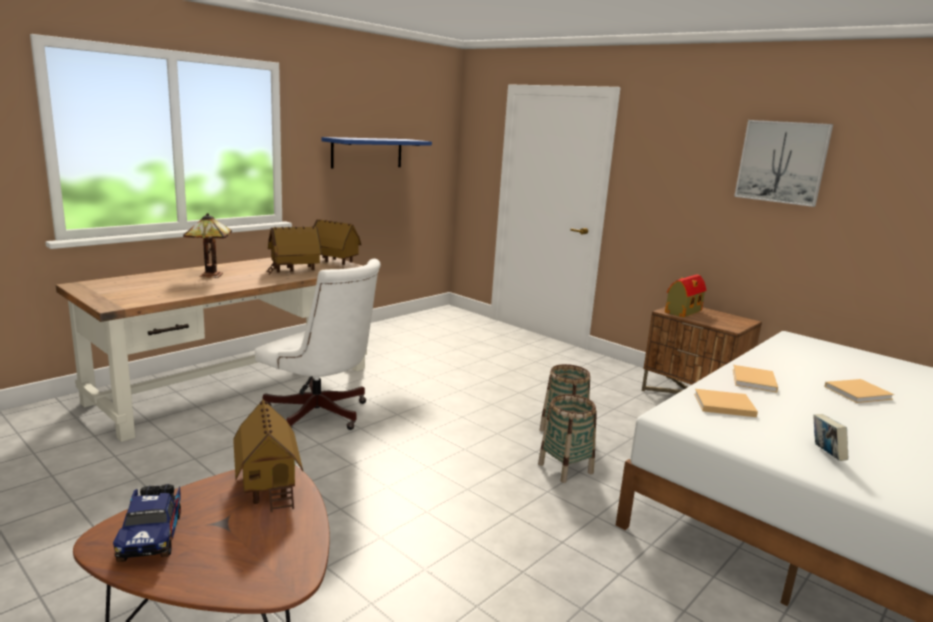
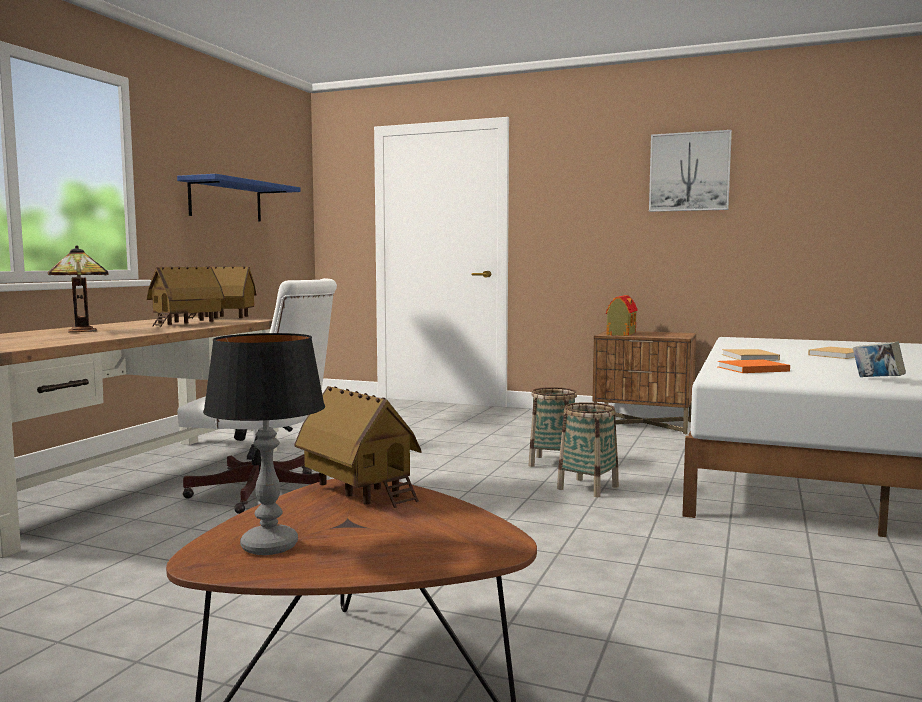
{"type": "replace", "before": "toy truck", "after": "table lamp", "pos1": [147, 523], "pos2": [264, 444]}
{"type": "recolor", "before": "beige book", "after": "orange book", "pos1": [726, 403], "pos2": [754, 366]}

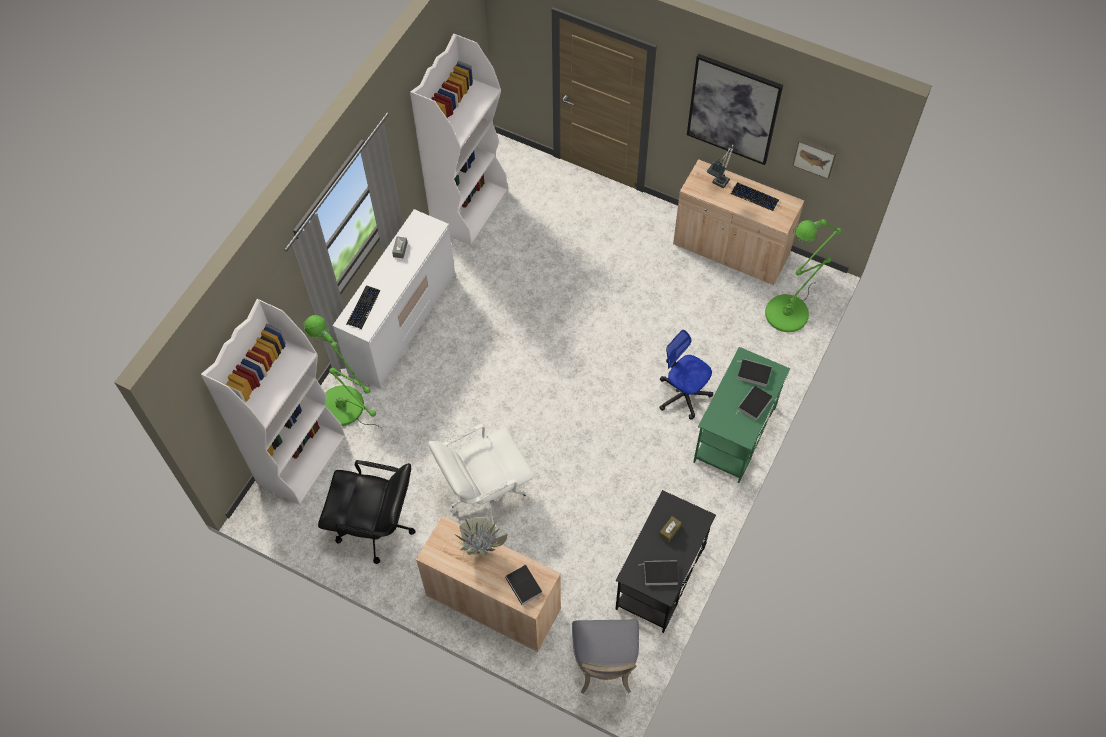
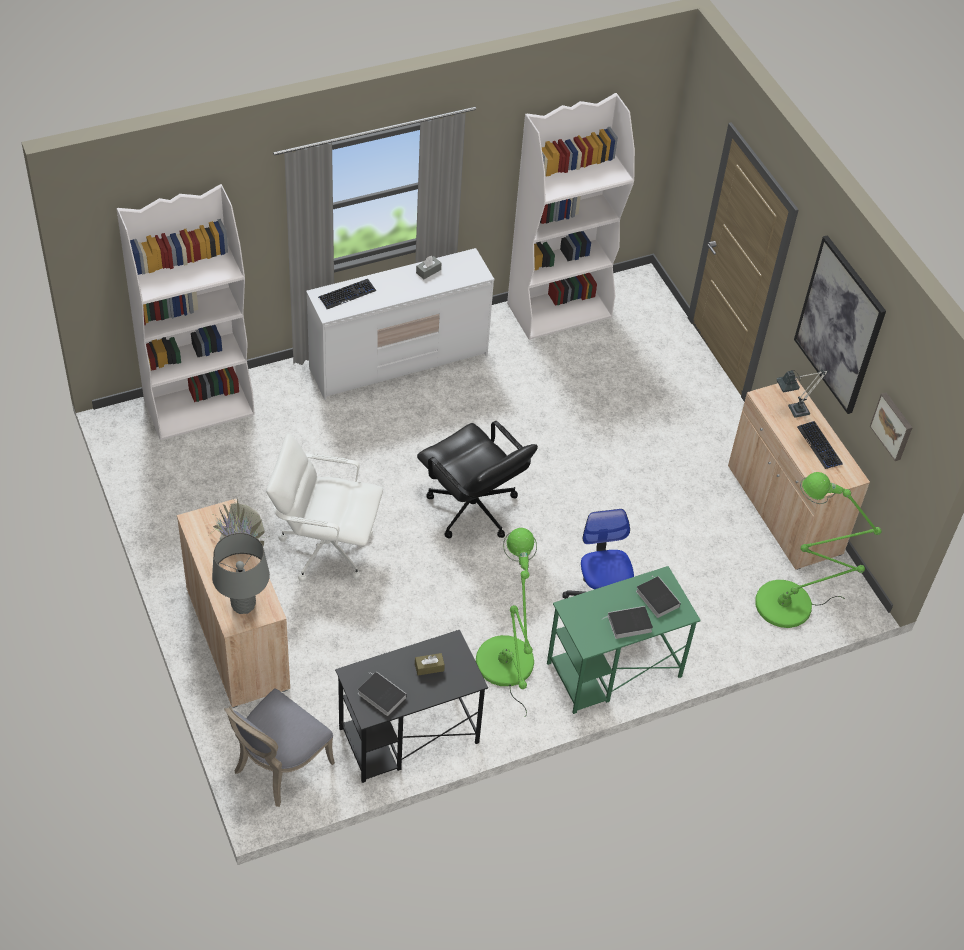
{"type": "move", "before": "green floor lamp", "pos1": [342, 372], "pos2": [506, 622]}
{"type": "move", "before": "black office chair", "pos1": [367, 512], "pos2": [477, 480]}
{"type": "replace", "before": "book", "after": "grey table lamp", "pos1": [523, 587], "pos2": [241, 573]}

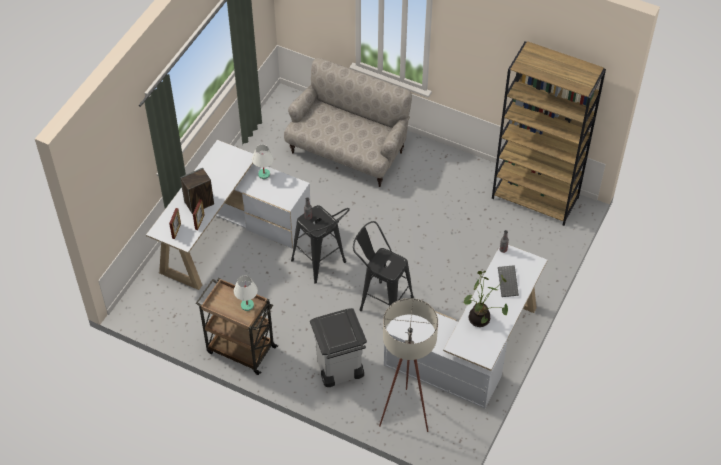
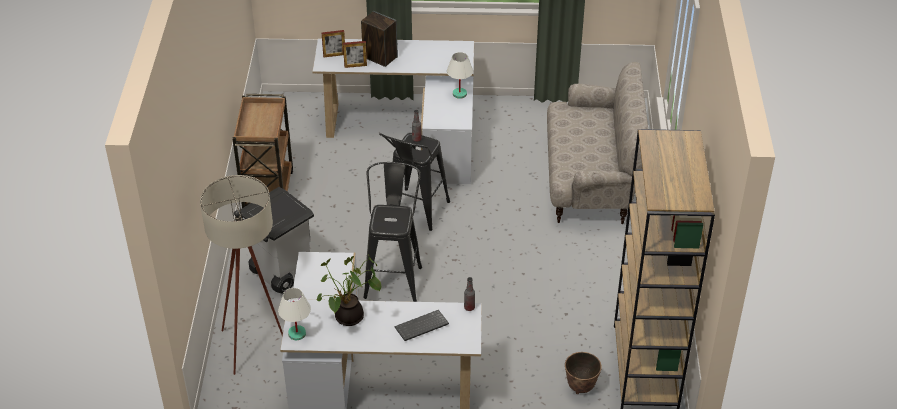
{"type": "insert", "after": "planter", "pos2": [583, 373]}
{"type": "move", "before": "white table lamp", "pos1": [246, 293], "pos2": [294, 314]}

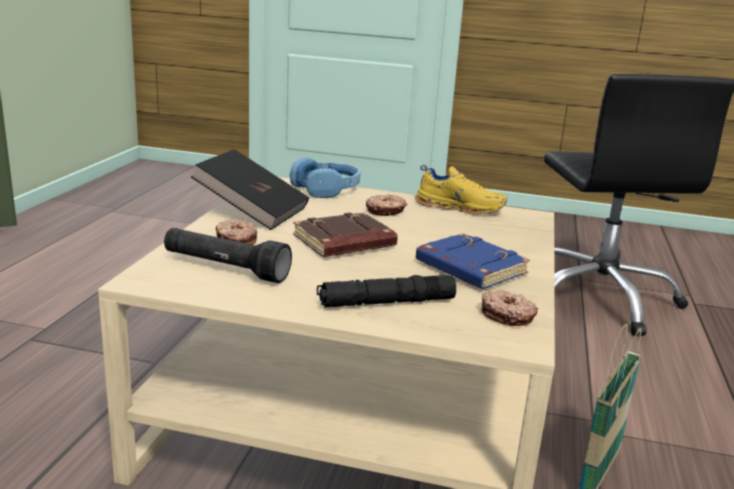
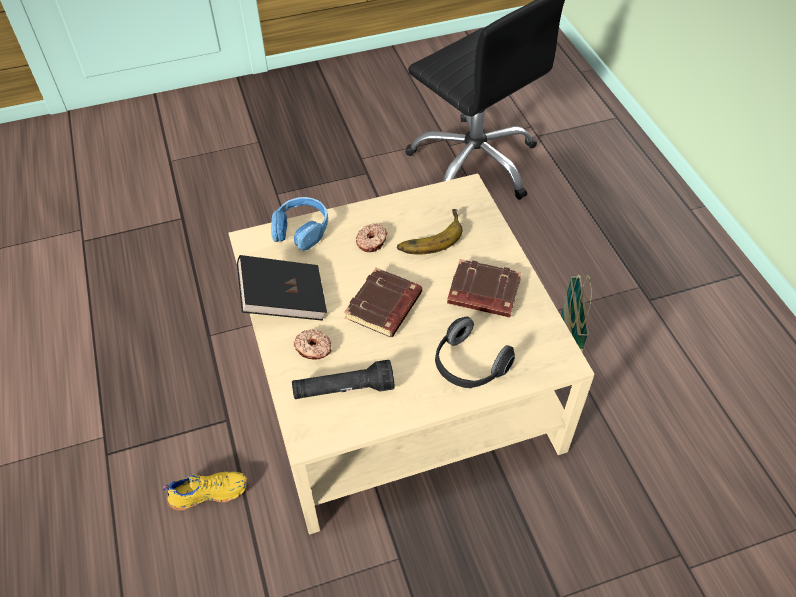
{"type": "delete", "before": "donut", "pos1": [509, 308]}
{"type": "insert", "after": "banana", "pos2": [430, 231]}
{"type": "move", "before": "yellow shoe", "pos1": [461, 190], "pos2": [205, 491]}
{"type": "replace", "before": "black flashlight", "after": "headphones", "pos1": [386, 291], "pos2": [475, 352]}
{"type": "recolor", "before": "blue book", "after": "brown book", "pos1": [473, 261], "pos2": [484, 288]}

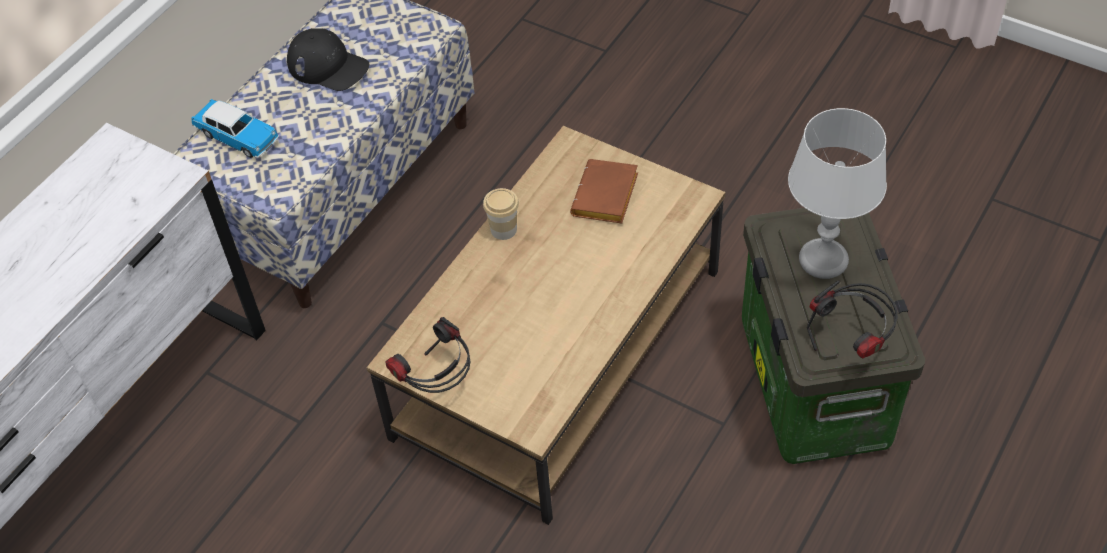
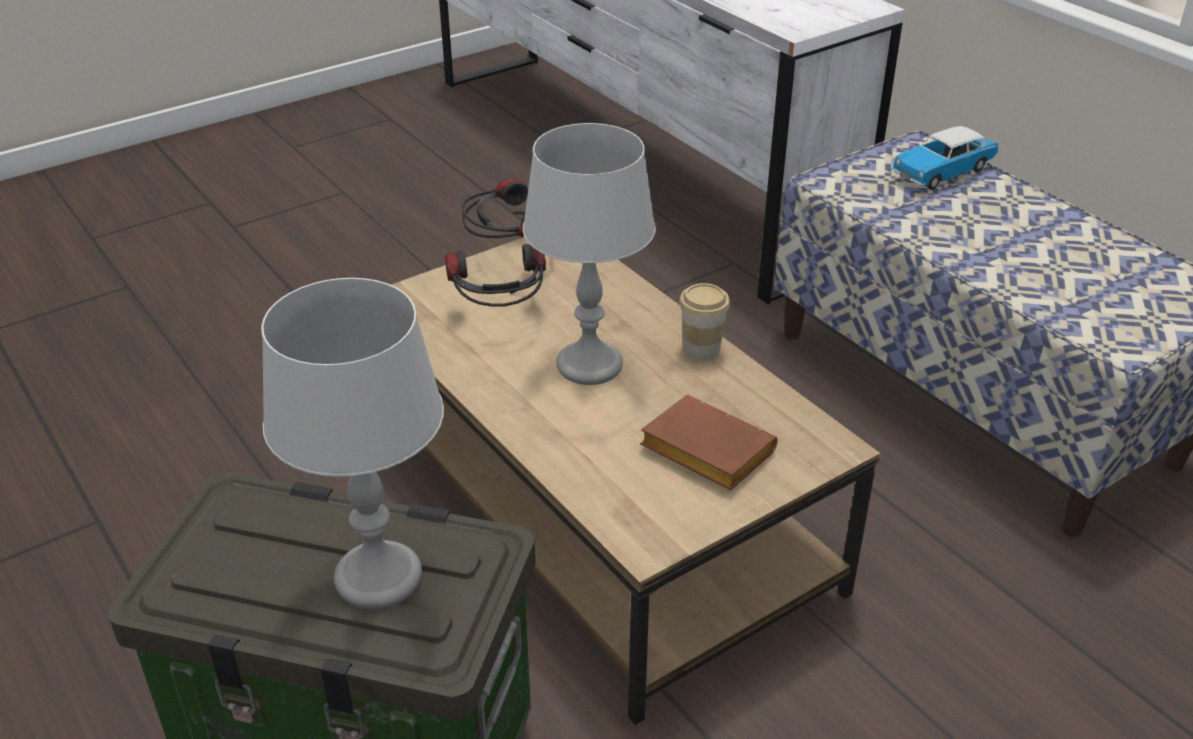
{"type": "delete", "before": "black cap", "pos1": [328, 59]}
{"type": "insert", "after": "grey table lamp", "pos2": [589, 254]}
{"type": "move", "before": "headphones", "pos1": [852, 319], "pos2": [495, 275]}

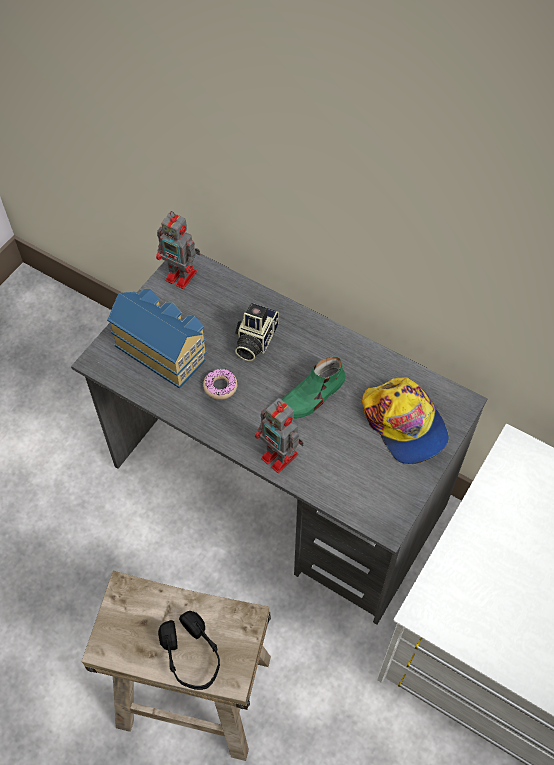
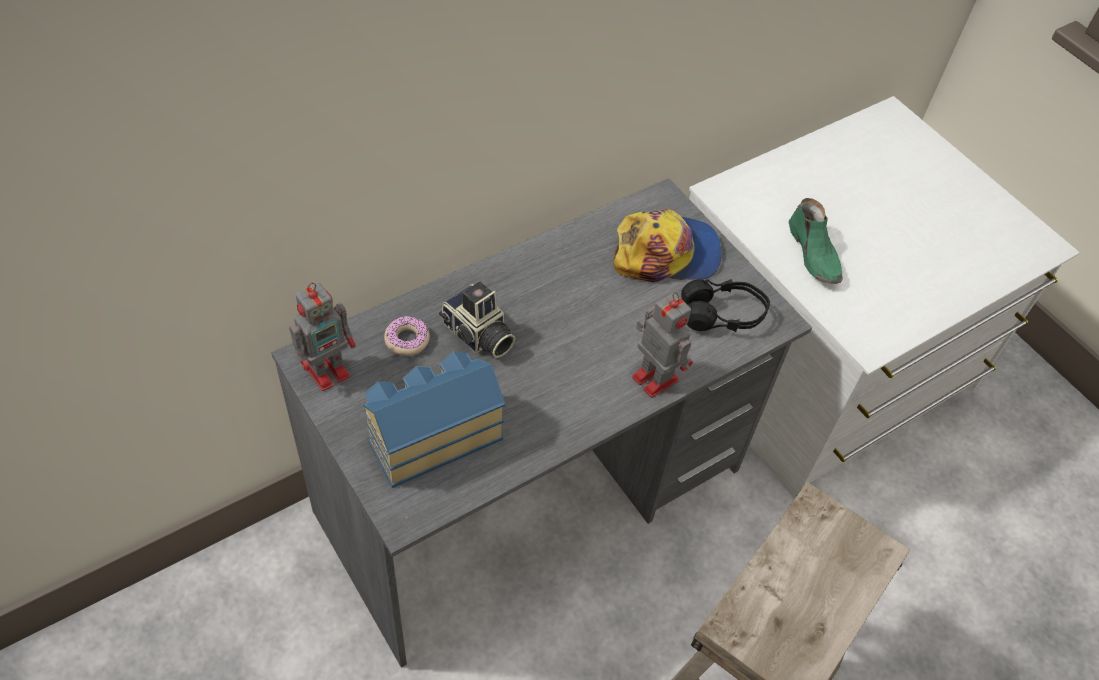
{"type": "move", "before": "black headphones", "pos1": [189, 650], "pos2": [725, 305]}
{"type": "move", "before": "donut", "pos1": [220, 384], "pos2": [407, 336]}
{"type": "move", "before": "green shoe", "pos1": [313, 388], "pos2": [816, 241]}
{"type": "rotate", "before": "toy robot", "pos1": [279, 435], "pos2": [662, 345], "turn": -105}

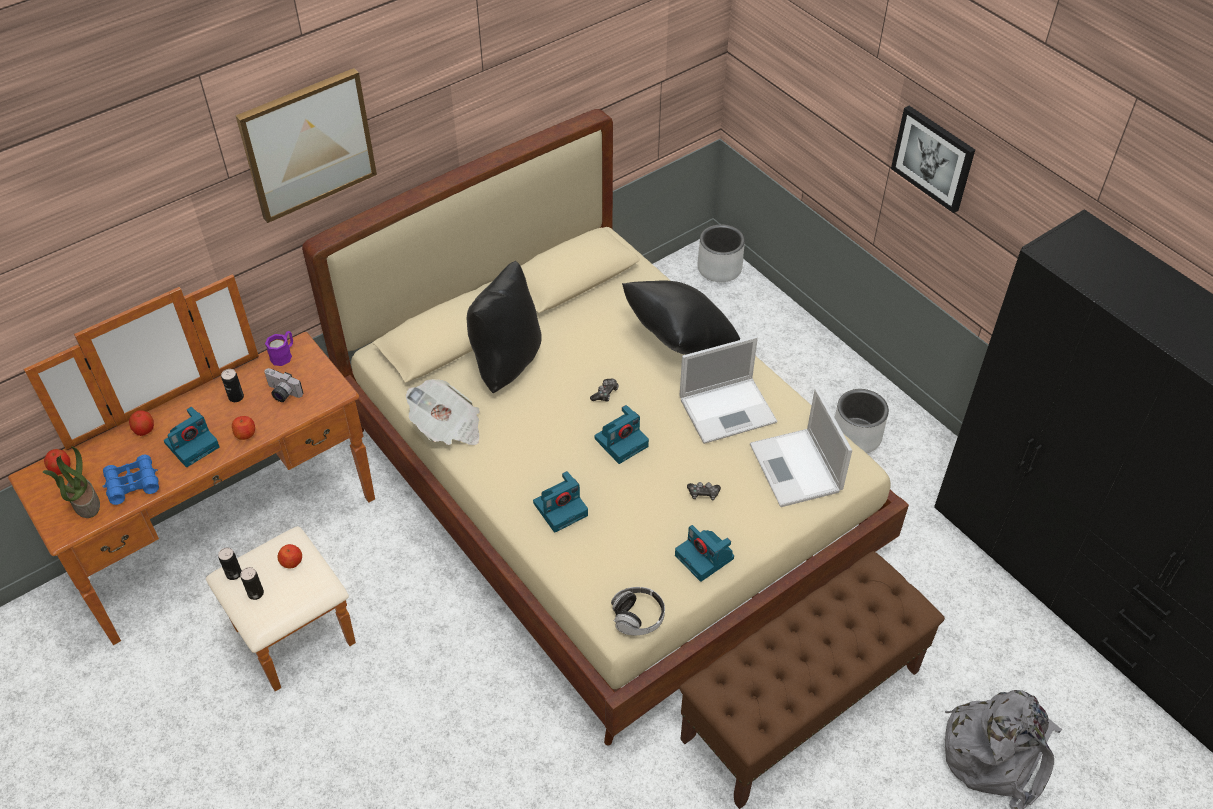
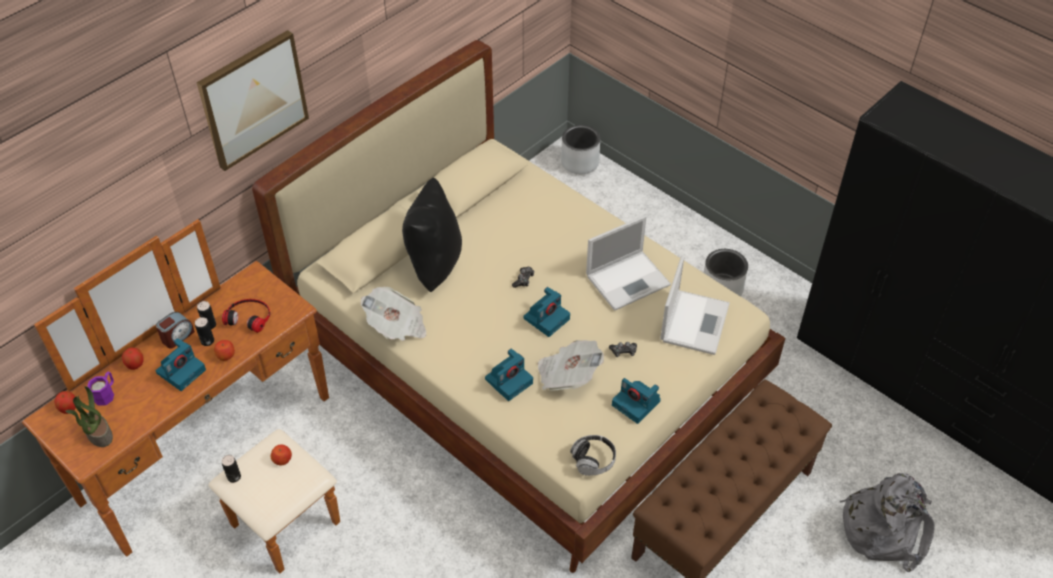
{"type": "delete", "before": "blue binoculars", "pos1": [130, 480]}
{"type": "delete", "before": "black pillow", "pos1": [681, 317]}
{"type": "delete", "before": "picture", "pos1": [933, 159]}
{"type": "insert", "after": "alarm clock", "pos2": [175, 330]}
{"type": "insert", "after": "newspaper", "pos2": [571, 365]}
{"type": "move", "before": "can", "pos1": [252, 583], "pos2": [204, 331]}
{"type": "move", "before": "purple mug", "pos1": [279, 348], "pos2": [100, 388]}
{"type": "replace", "before": "photo camera", "after": "headphones", "pos1": [284, 385], "pos2": [246, 316]}
{"type": "rotate", "before": "laptop", "pos1": [801, 447], "pos2": [695, 305], "turn": -135}

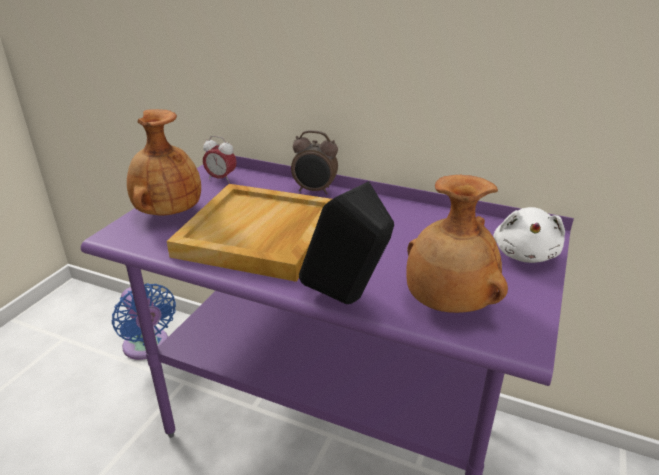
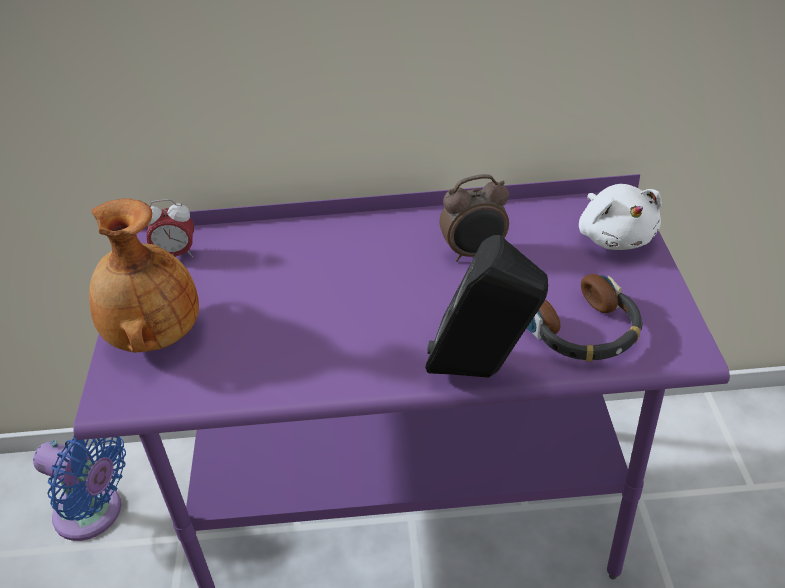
{"type": "delete", "before": "beige tray", "pos1": [249, 233]}
{"type": "move", "before": "alarm clock", "pos1": [314, 162], "pos2": [474, 218]}
{"type": "replace", "before": "brown vase", "after": "headphones", "pos1": [457, 244], "pos2": [584, 318]}

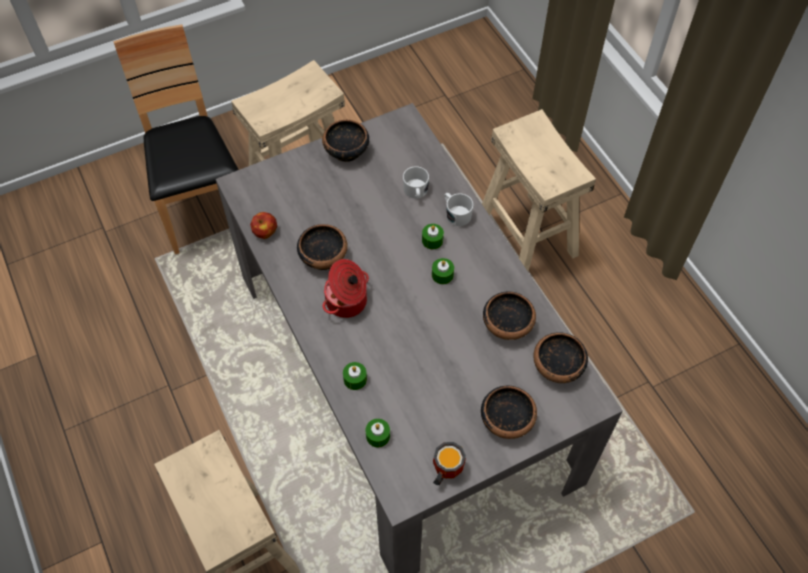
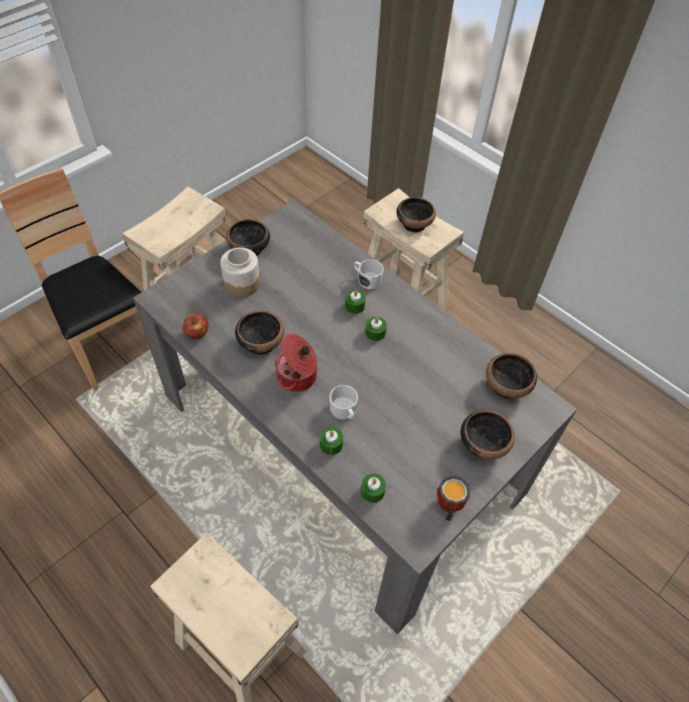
{"type": "insert", "after": "jar", "pos2": [240, 272]}
{"type": "move", "before": "white mug", "pos1": [416, 182], "pos2": [343, 402]}
{"type": "move", "before": "bowl", "pos1": [509, 315], "pos2": [416, 215]}

